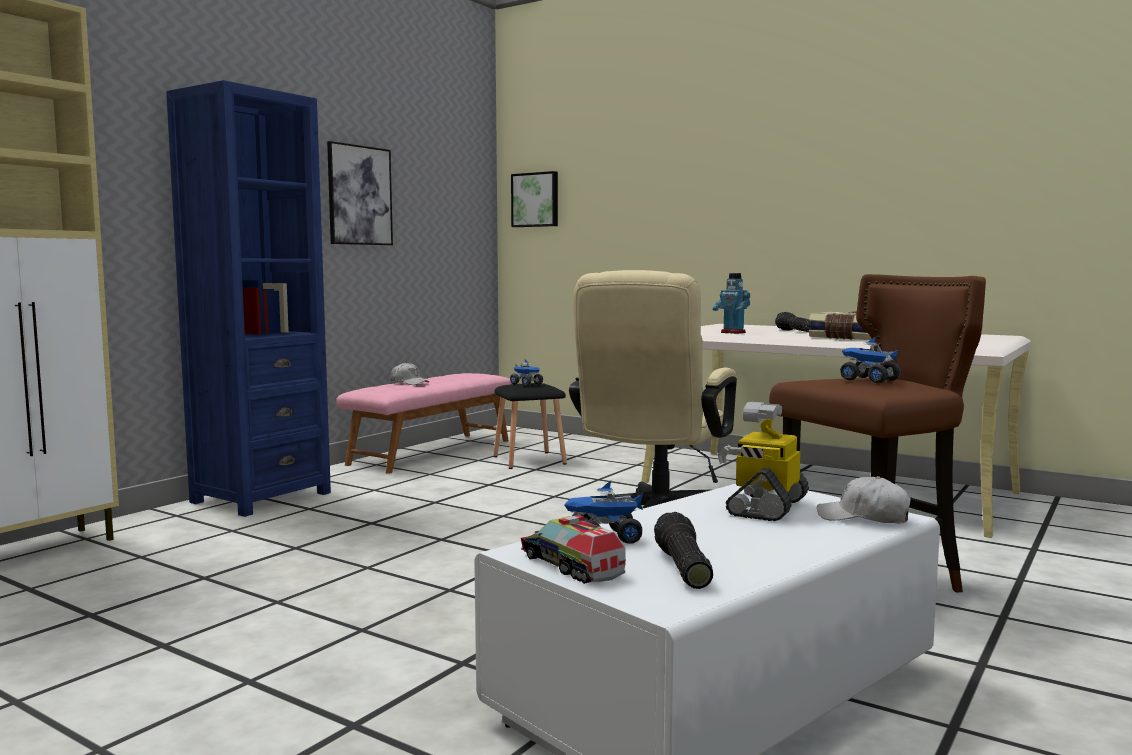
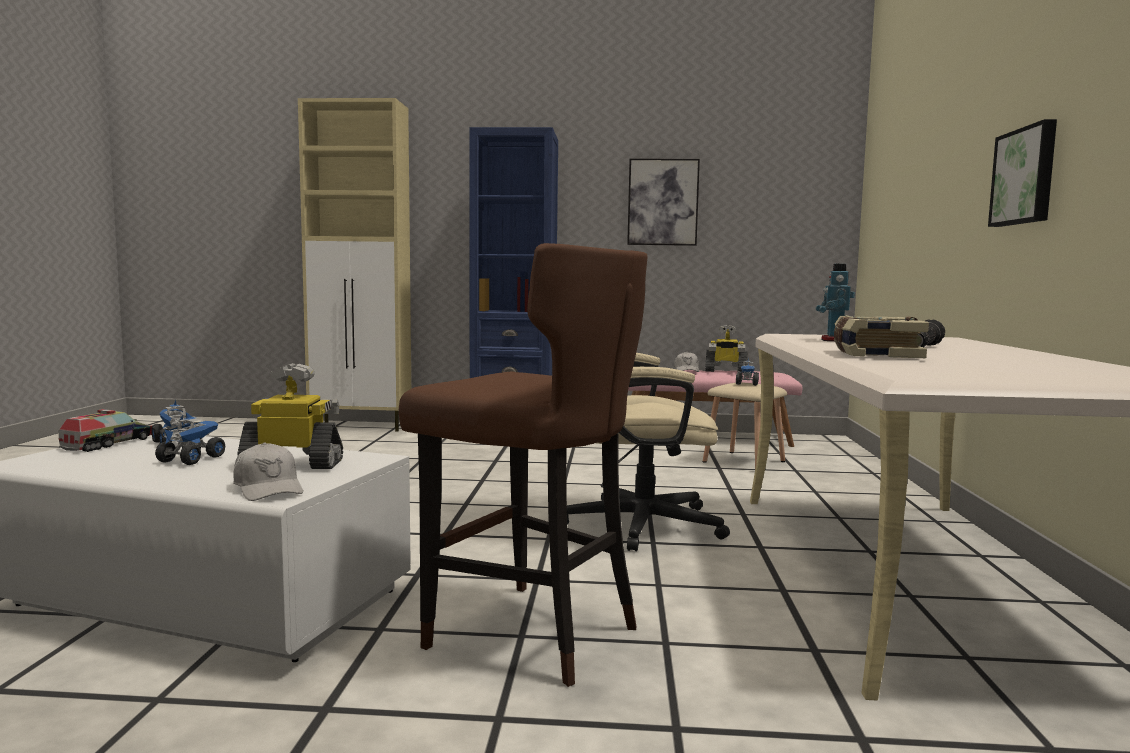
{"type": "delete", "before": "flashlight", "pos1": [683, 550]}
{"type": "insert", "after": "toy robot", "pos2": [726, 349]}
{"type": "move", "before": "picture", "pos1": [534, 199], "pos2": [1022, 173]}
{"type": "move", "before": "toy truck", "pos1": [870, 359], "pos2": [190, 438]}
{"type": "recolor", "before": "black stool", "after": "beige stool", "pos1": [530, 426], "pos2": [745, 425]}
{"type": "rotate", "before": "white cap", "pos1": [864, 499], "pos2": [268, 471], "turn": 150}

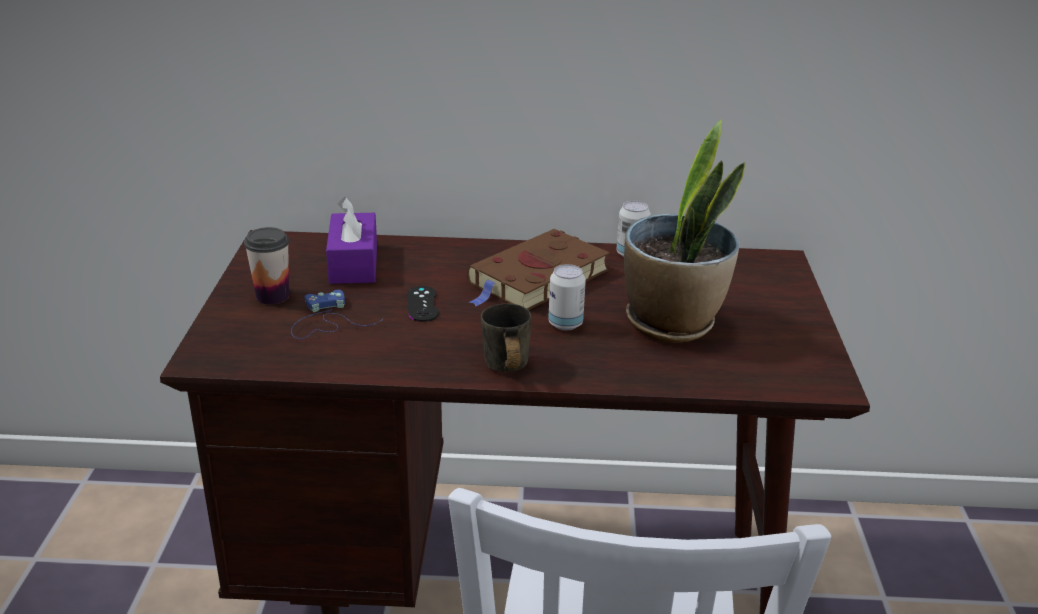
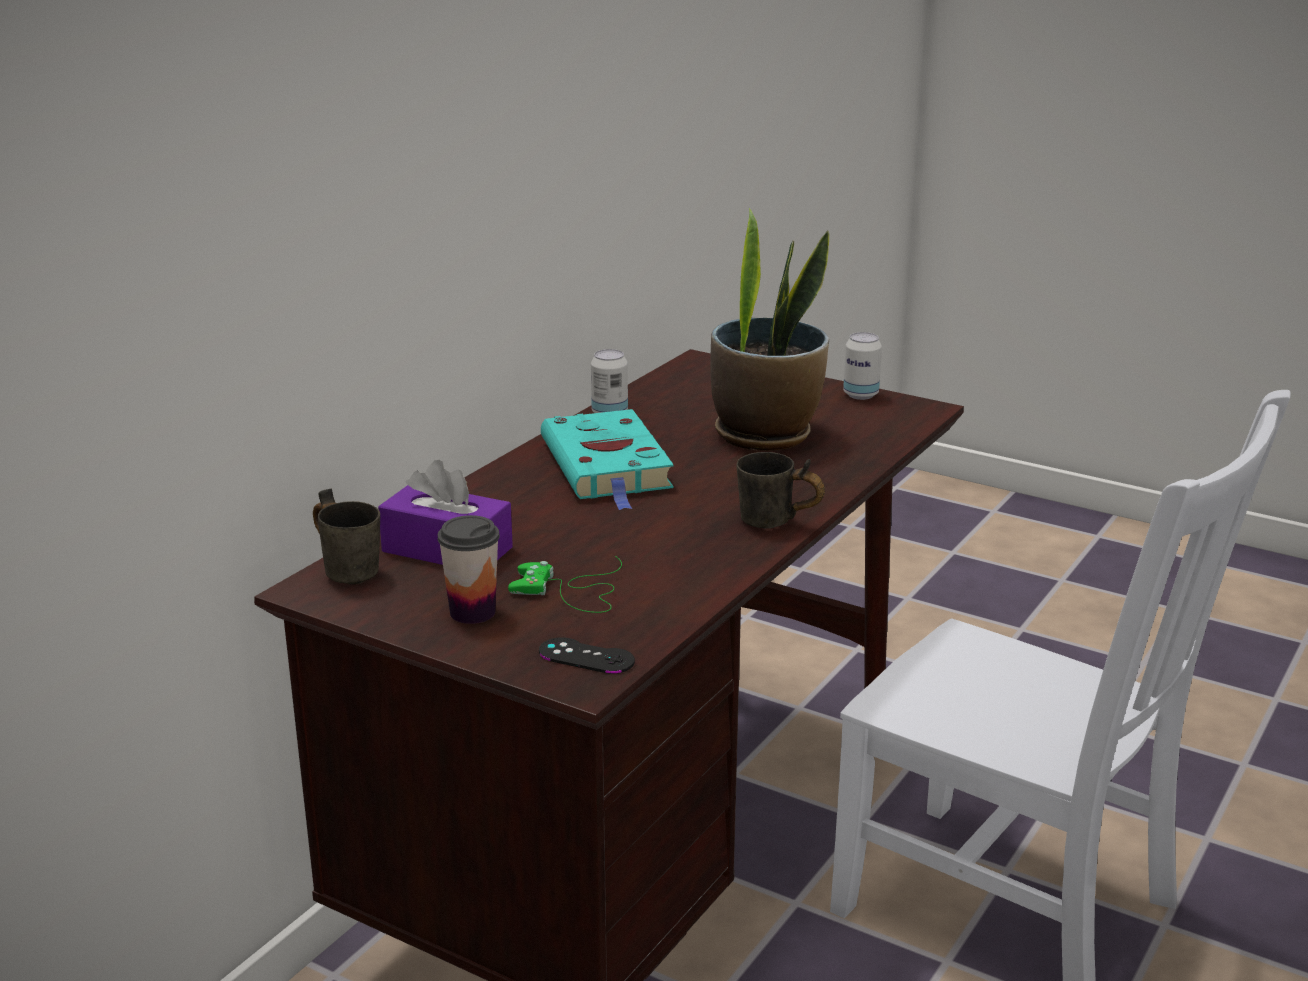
{"type": "insert", "after": "grey mug", "pos2": [346, 536]}
{"type": "move", "before": "black game controller", "pos1": [423, 304], "pos2": [587, 655]}
{"type": "move", "before": "can", "pos1": [567, 297], "pos2": [862, 366]}
{"type": "recolor", "before": "blue game controller", "after": "green game controller", "pos1": [337, 314], "pos2": [565, 584]}
{"type": "recolor", "before": "brown book", "after": "turquoise book", "pos1": [538, 269], "pos2": [607, 459]}

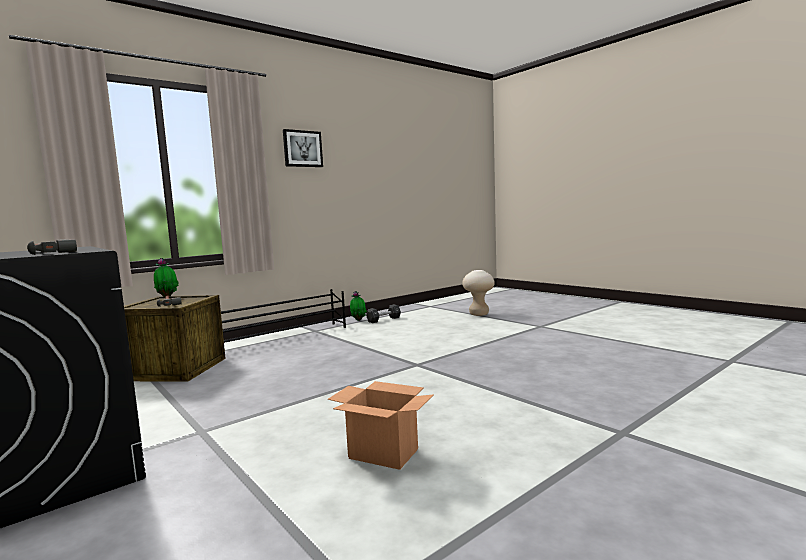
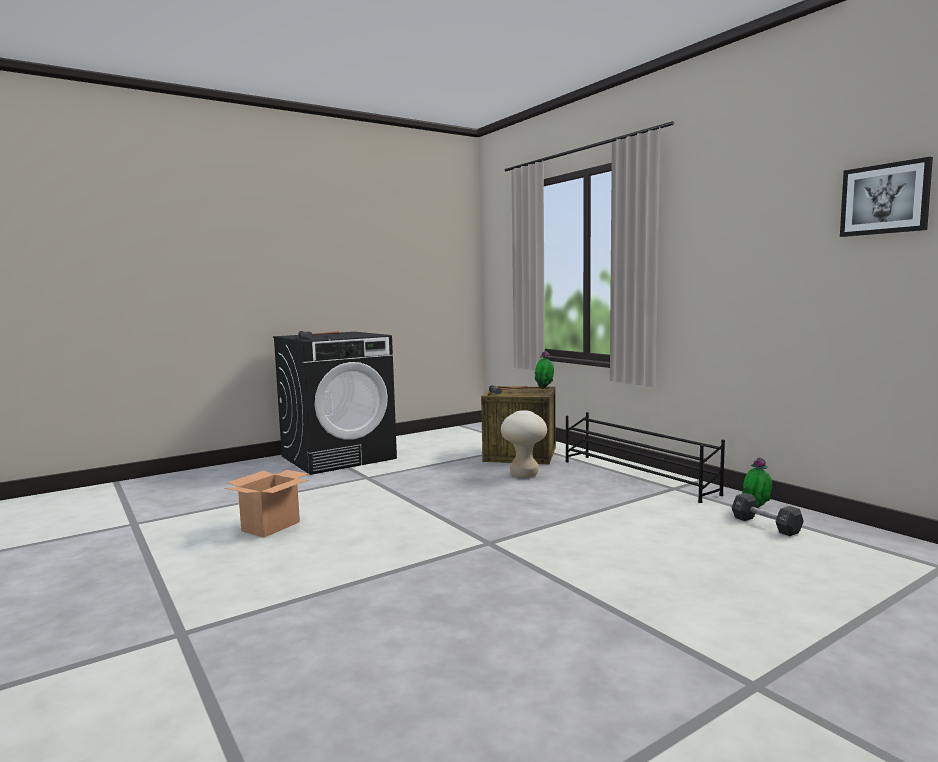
{"type": "move", "before": "picture", "pos1": [303, 148], "pos2": [886, 197]}
{"type": "move", "before": "beige stool", "pos1": [478, 293], "pos2": [524, 444]}

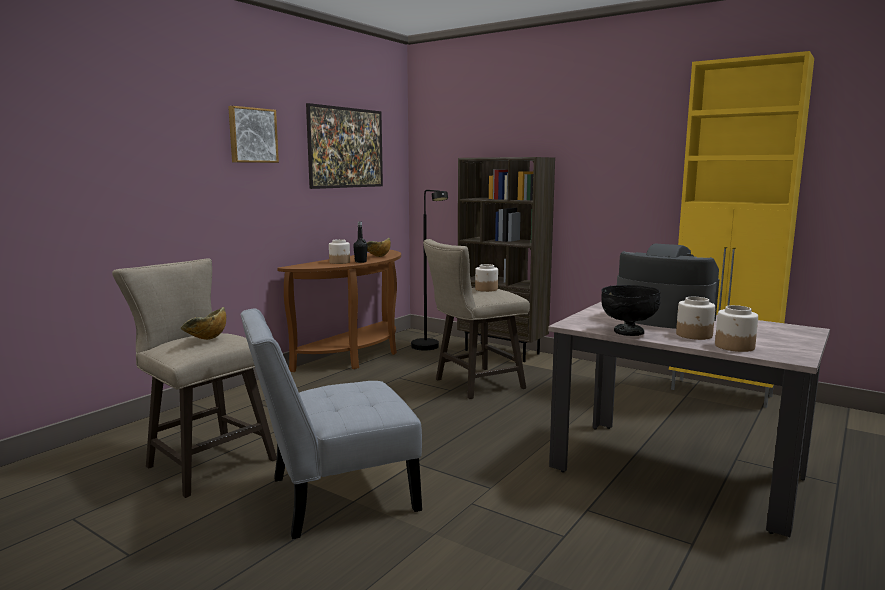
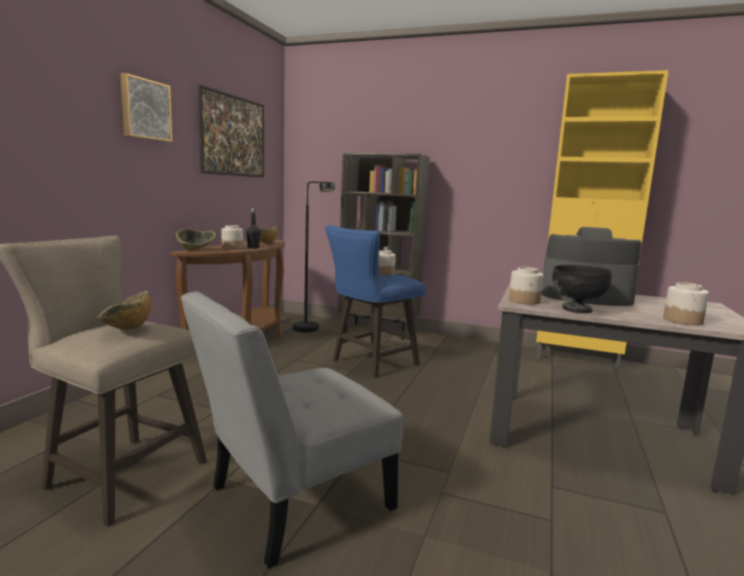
{"type": "insert", "after": "bowl", "pos2": [196, 239]}
{"type": "move", "before": "jar", "pos1": [695, 318], "pos2": [526, 286]}
{"type": "recolor", "before": "beige stool", "after": "blue stool", "pos1": [476, 319], "pos2": [375, 301]}

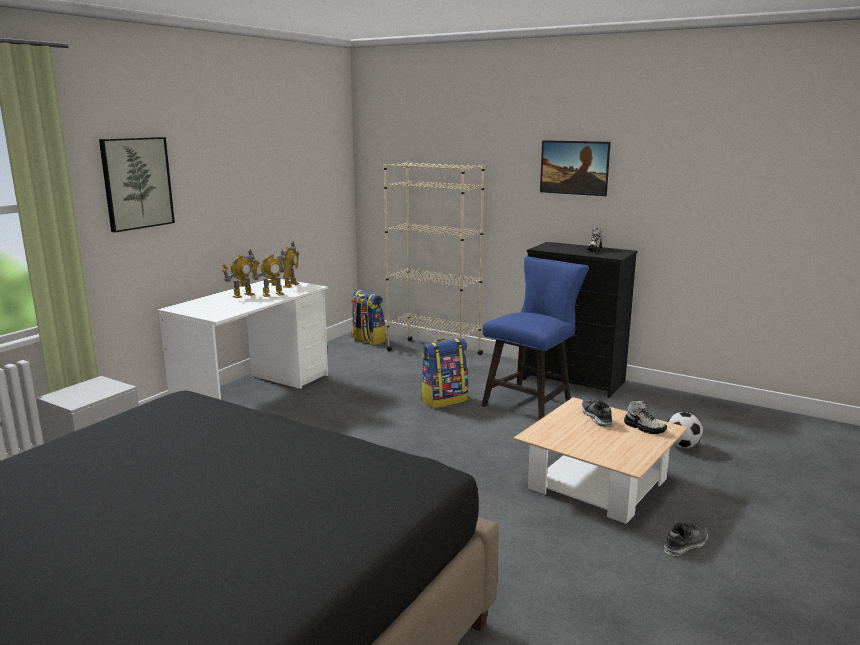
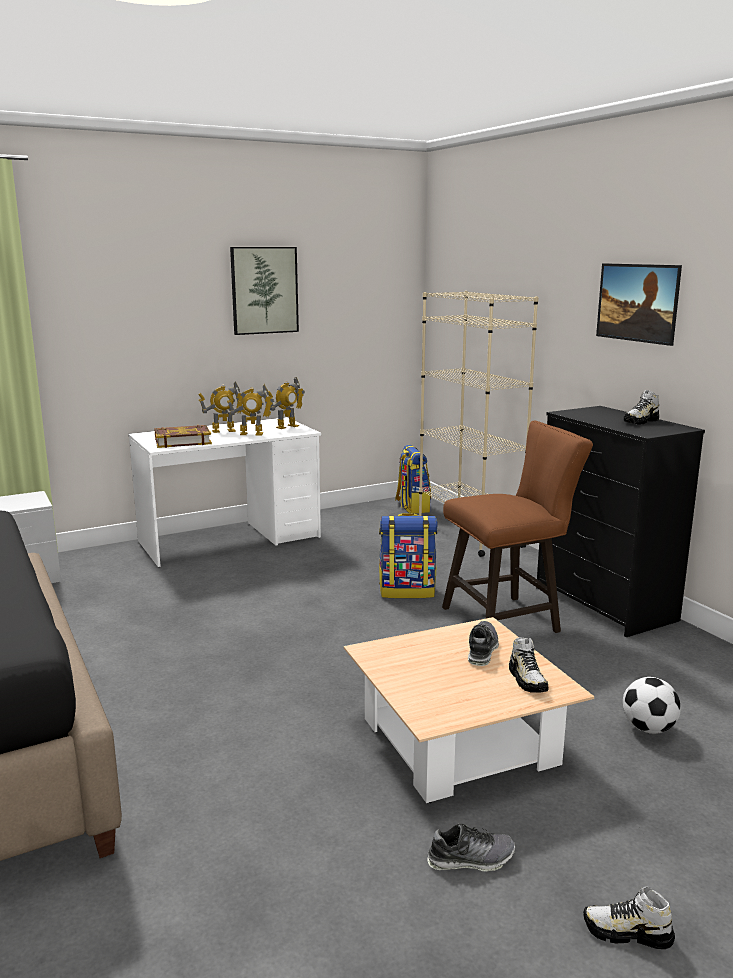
{"type": "insert", "after": "book", "pos2": [183, 436]}
{"type": "insert", "after": "shoe", "pos2": [629, 918]}
{"type": "move", "before": "picture", "pos1": [137, 184], "pos2": [264, 291]}
{"type": "recolor", "before": "blue stool", "after": "brown stool", "pos1": [535, 338], "pos2": [517, 527]}

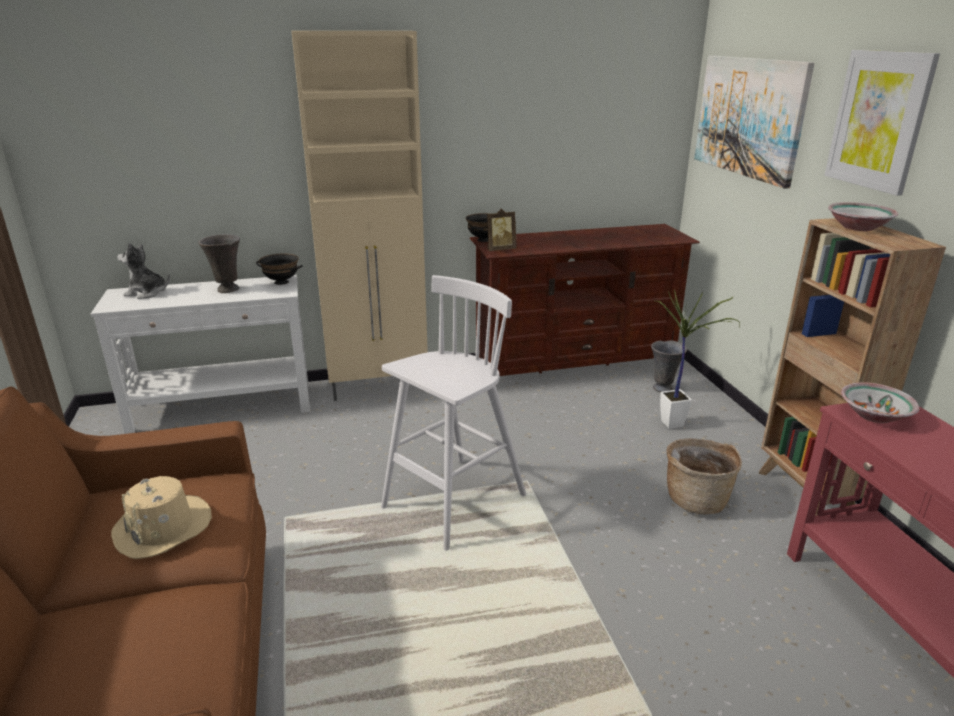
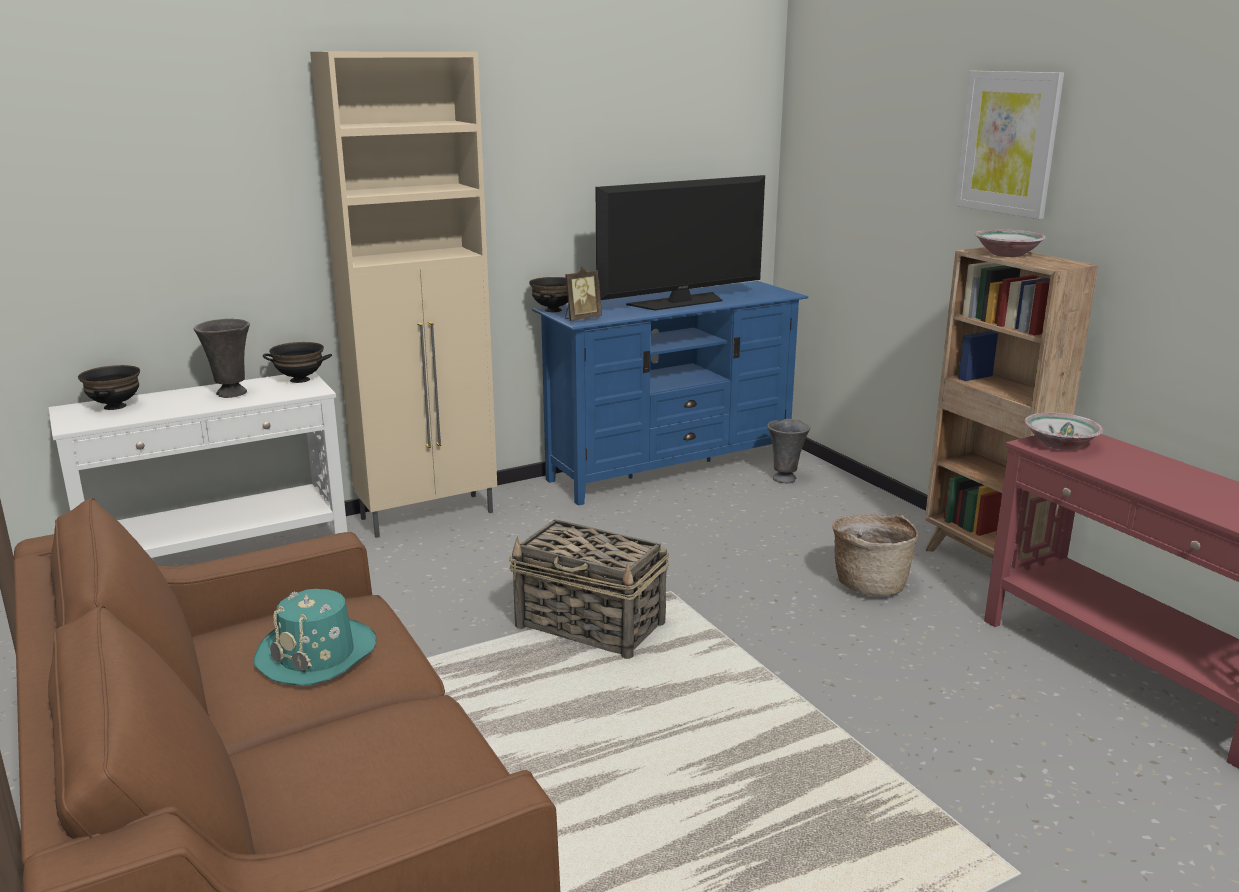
{"type": "delete", "before": "potted plant", "pos1": [698, 359]}
{"type": "delete", "before": "picture", "pos1": [754, 122]}
{"type": "insert", "after": "television", "pos2": [680, 242]}
{"type": "replace", "before": "plush toy", "after": "black bowl", "pos1": [143, 271], "pos2": [109, 387]}
{"type": "replace", "before": "white stool", "after": "basket", "pos1": [453, 412], "pos2": [589, 589]}
{"type": "recolor", "before": "beige hat", "after": "turquoise hat", "pos1": [161, 517], "pos2": [315, 637]}
{"type": "recolor", "before": "brown tv stand", "after": "blue tv stand", "pos1": [585, 300], "pos2": [670, 393]}

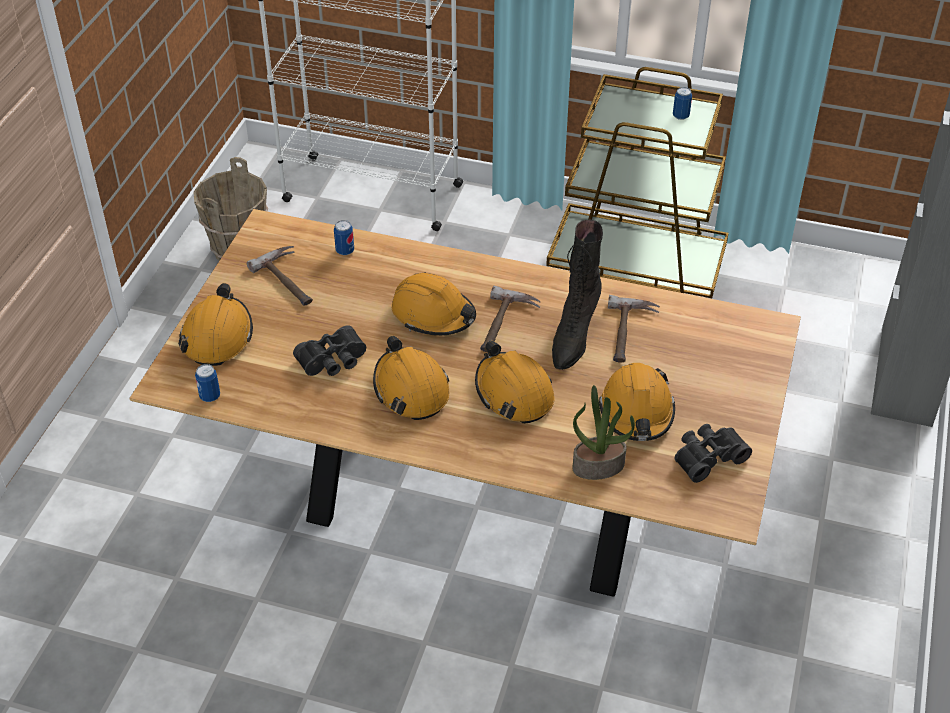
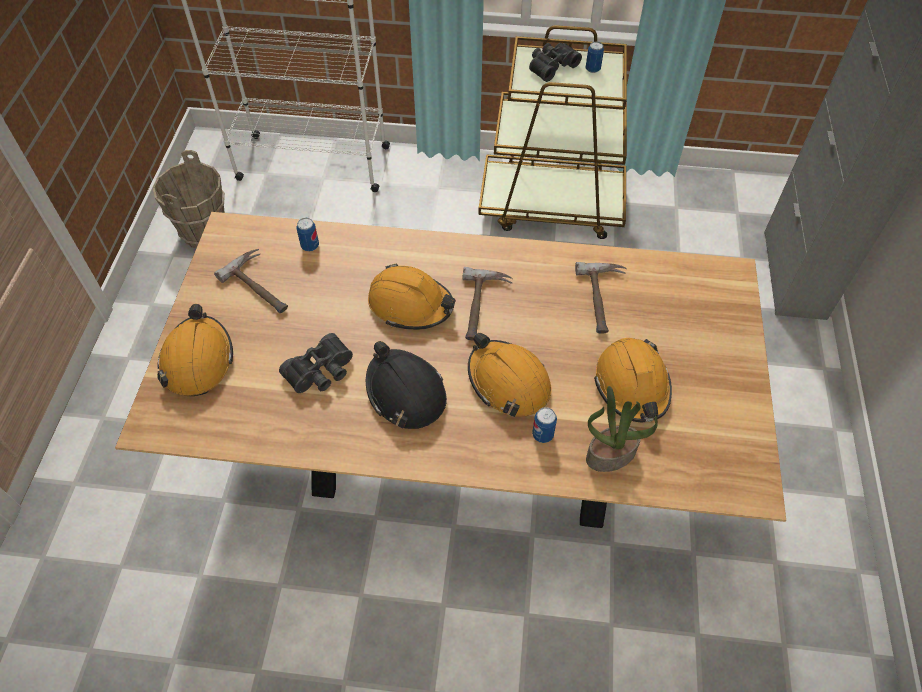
{"type": "delete", "before": "black boot", "pos1": [577, 295]}
{"type": "move", "before": "can", "pos1": [207, 383], "pos2": [544, 425]}
{"type": "move", "before": "black binoculars", "pos1": [713, 453], "pos2": [555, 62]}
{"type": "recolor", "before": "orange hard hat", "after": "black hard hat", "pos1": [411, 378], "pos2": [406, 385]}

